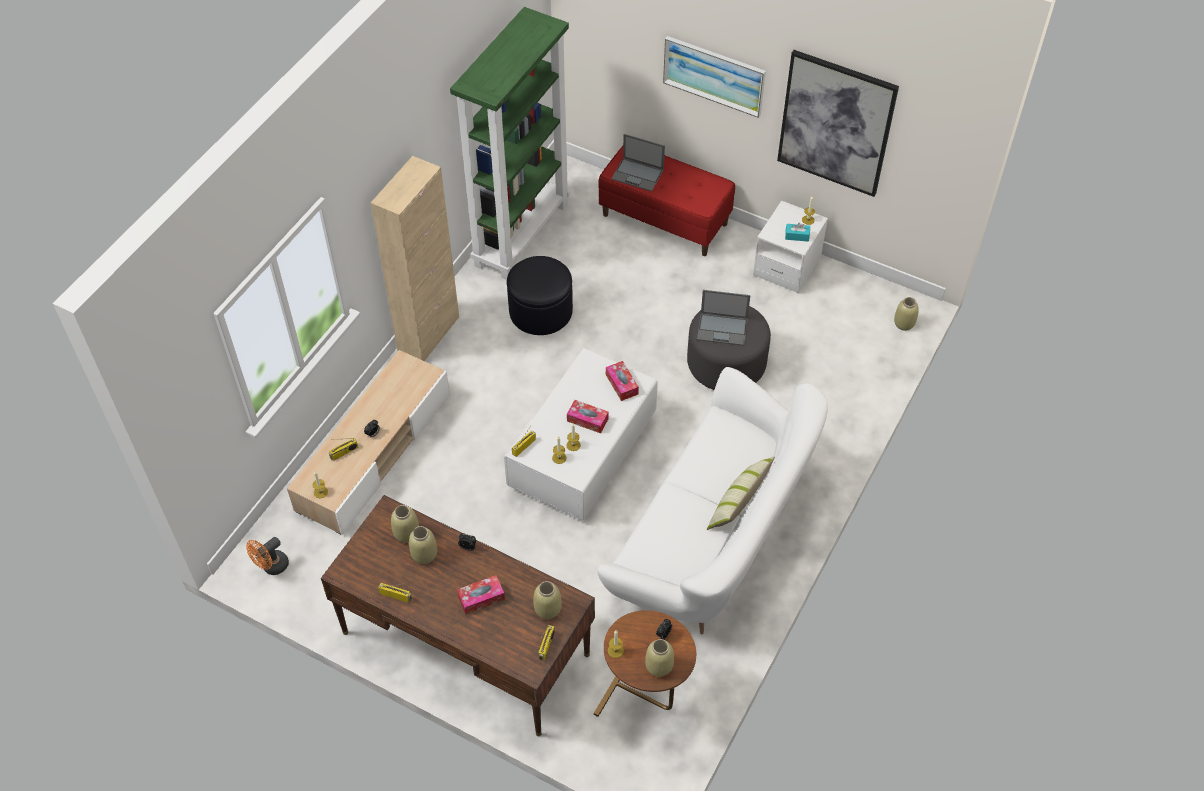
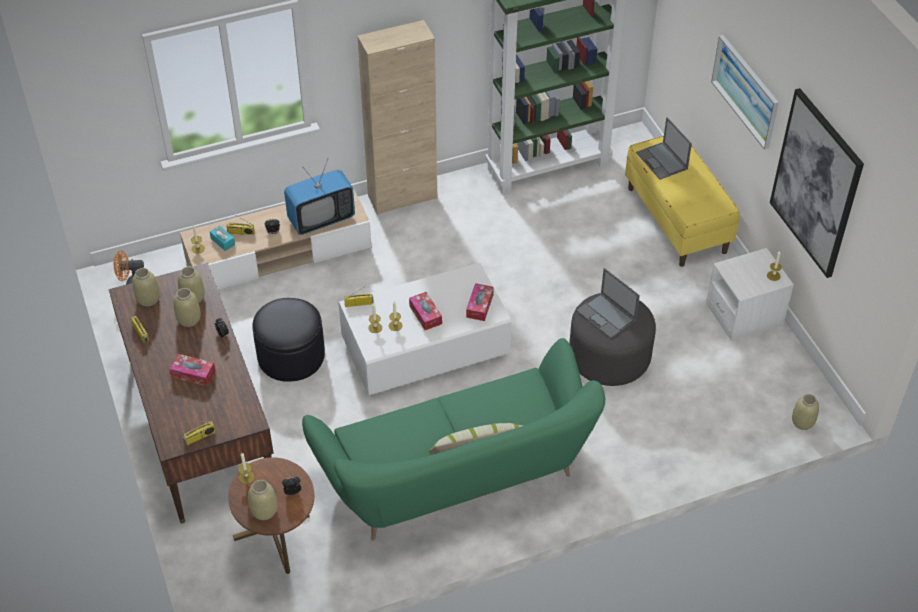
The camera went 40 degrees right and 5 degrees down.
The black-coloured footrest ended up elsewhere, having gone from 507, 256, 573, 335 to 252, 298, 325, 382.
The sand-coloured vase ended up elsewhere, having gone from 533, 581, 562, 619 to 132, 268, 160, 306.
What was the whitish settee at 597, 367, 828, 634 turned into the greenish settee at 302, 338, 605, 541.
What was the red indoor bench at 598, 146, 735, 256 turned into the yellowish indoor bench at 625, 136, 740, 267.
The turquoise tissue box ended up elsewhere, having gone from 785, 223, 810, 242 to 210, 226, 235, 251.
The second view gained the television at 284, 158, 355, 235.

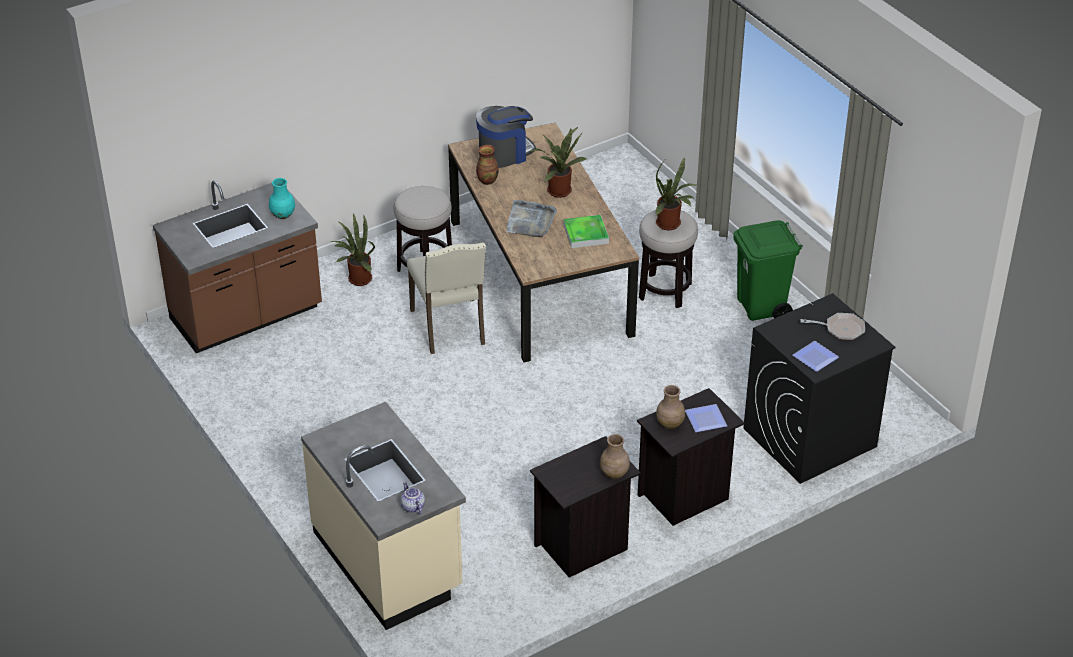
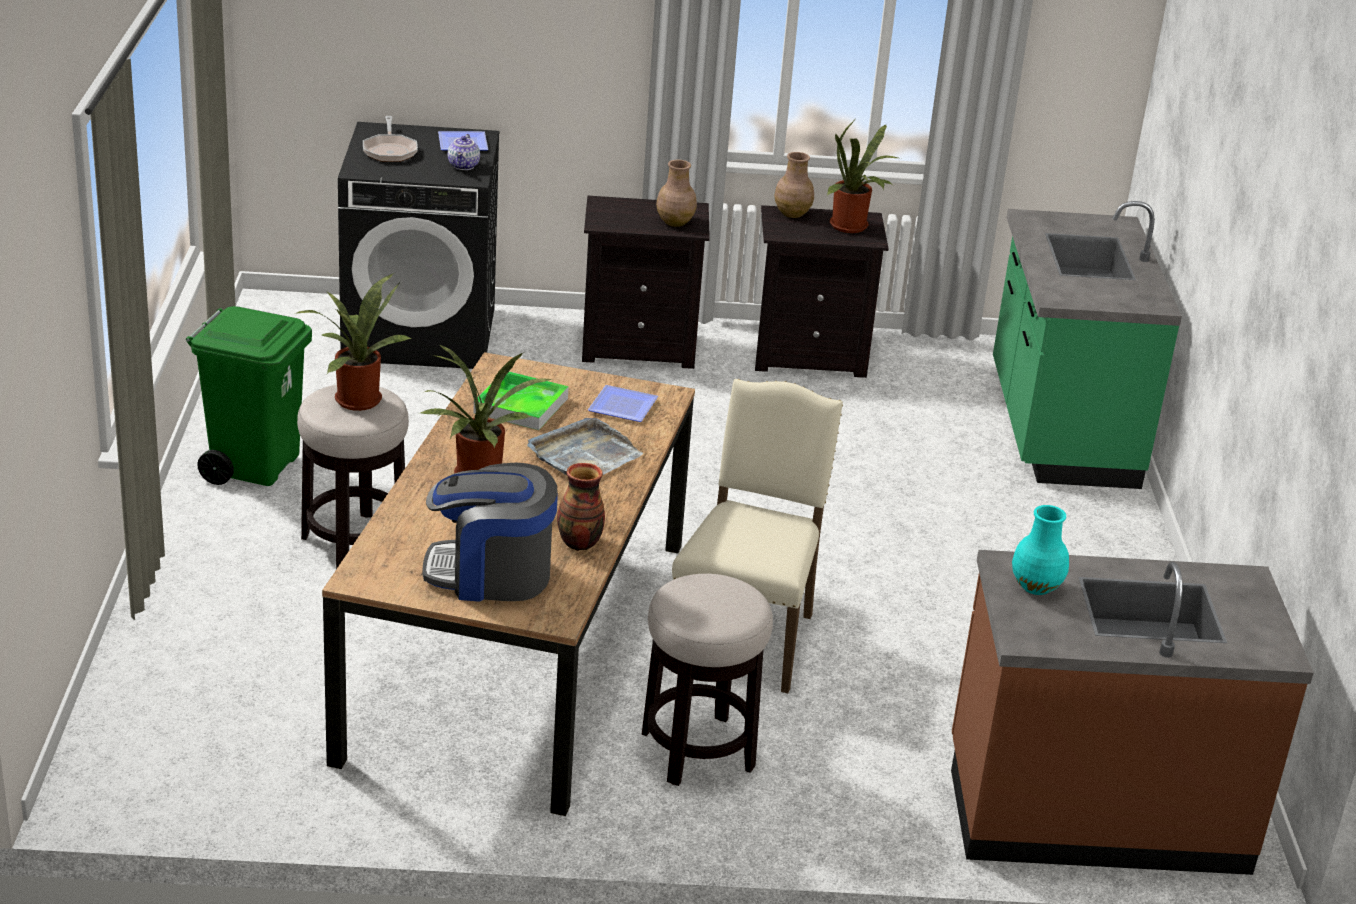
The camera went 150 degrees left and 10 degrees down.
What was the sand-coloured kitchen counter at 301, 401, 466, 630 turned into the greenish kitchen counter at 993, 201, 1182, 489.
The plant in a pot ended up elsewhere, having gone from 330, 214, 375, 286 to 827, 121, 898, 233.
The tea pot ended up elsewhere, having gone from 400, 481, 425, 514 to 448, 134, 480, 170.
The dinner plate ended up elsewhere, having gone from 685, 404, 727, 432 to 588, 385, 658, 422.
The skillet at 800, 313, 865, 340 ended up facing another way, 135 degrees counterclockwise from before.

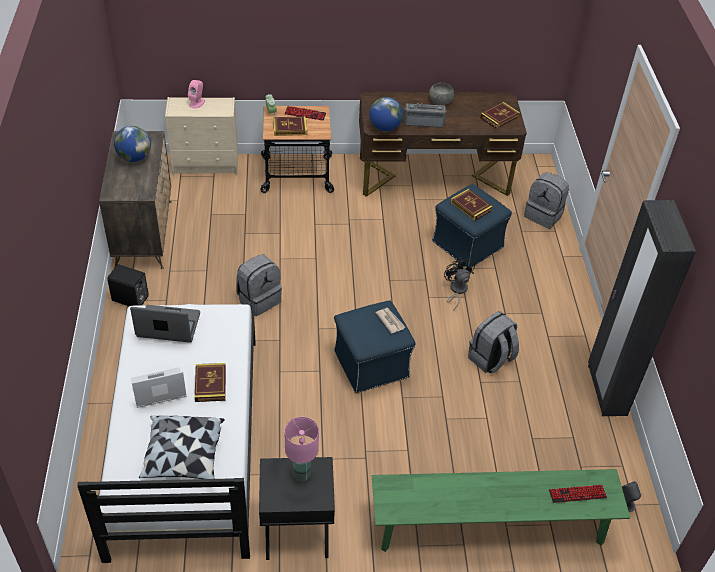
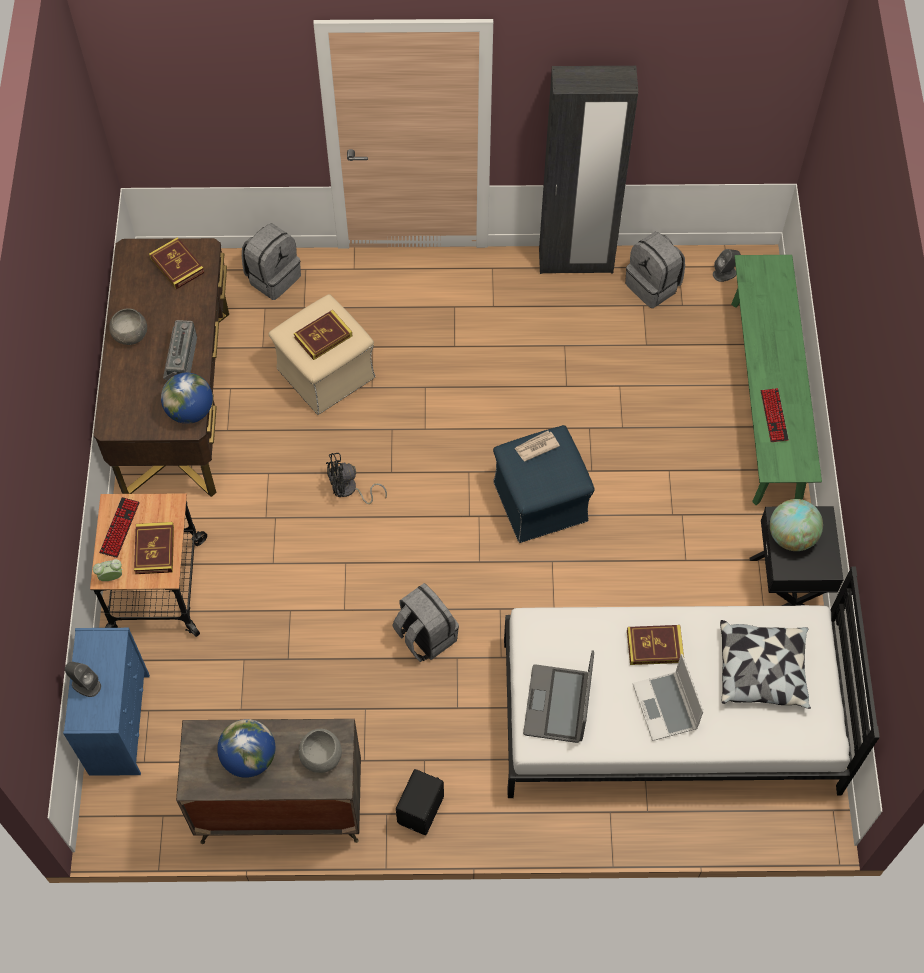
The camera went 85 degrees left and 15 degrees up.
What was the sand-coloured dresser at 165, 97, 238, 176 turned into the blue-coloured dresser at 63, 628, 150, 776.
What was the pinkish speaker at 188, 80, 205, 109 turned into the gray speaker at 65, 661, 101, 697.
Where the pinkish table lamp stood at 285, 417, 319, 482, the desk globe came to stand at 770, 499, 823, 551.
What was the blue-coloured footrest at 432, 184, 512, 268 turned into the sand-coloured footrest at 269, 294, 376, 415.
The black-coloured electric fan ended up elsewhere, having gone from 444, 257, 475, 311 to 326, 453, 387, 504.
The gray rucksack ended up elsewhere, having gone from 468, 311, 519, 374 to 625, 231, 685, 308.
The computer keyboard ended up elsewhere, having gone from 549, 485, 607, 503 to 761, 388, 789, 442.
The second view gained the gray serving bowl at 299, 729, 342, 773.

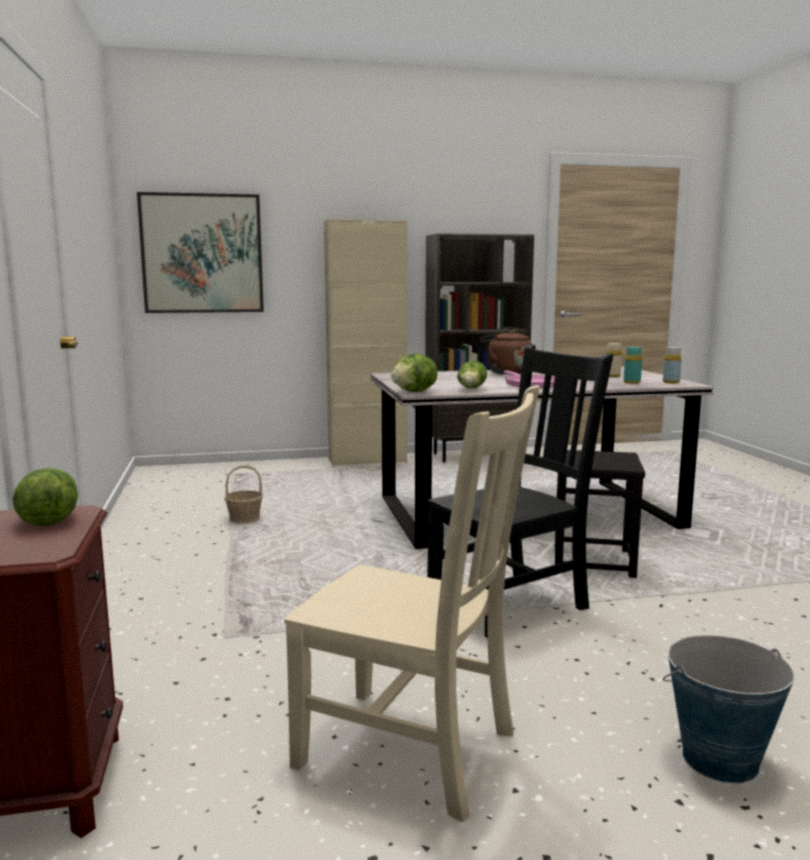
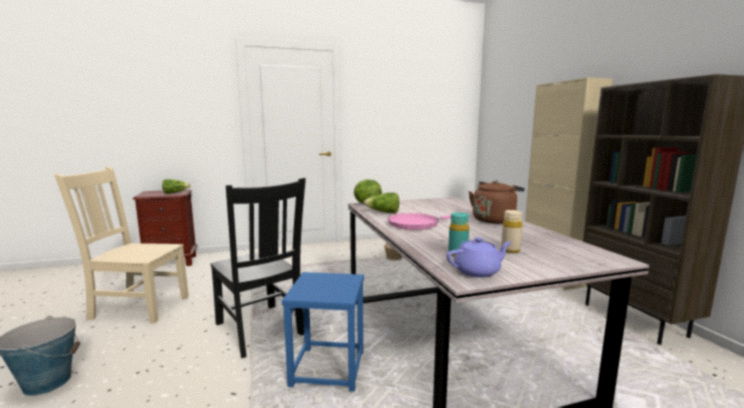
The camera went 85 degrees right and 0 degrees up.
The second view lost the picture at 137, 192, 264, 313.
The sand-coloured chair at 284, 385, 540, 823 ended up facing another way, 75 degrees clockwise from before.
What was the black-coloured stool at 555, 450, 645, 578 turned into the blue-coloured stool at 282, 272, 364, 392.
Where the yellowish beverage bottle stood at 663, 347, 682, 383, the purplish tea pot came to stand at 447, 237, 512, 278.

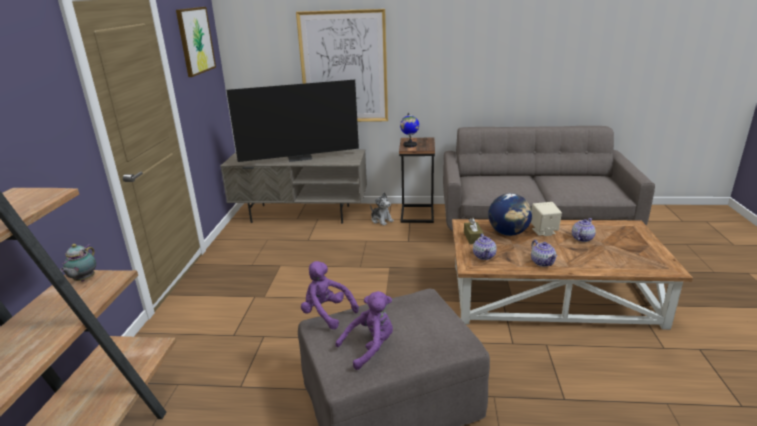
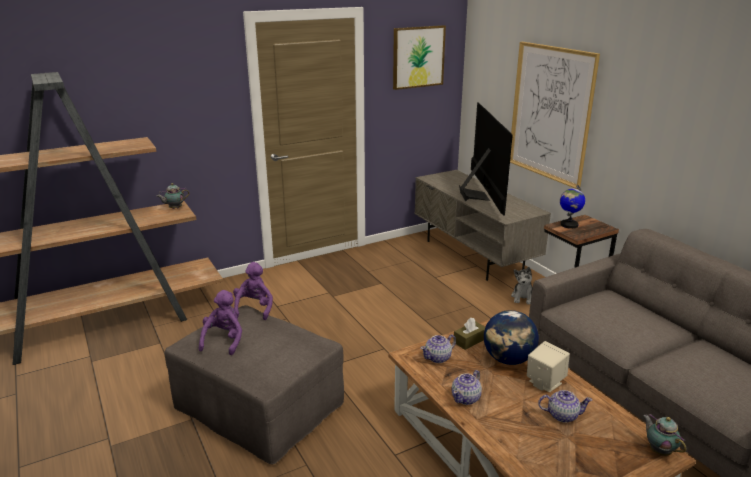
The camera went 55 degrees right and 0 degrees up.
The television at 226, 80, 359, 162 ended up facing another way, 135 degrees counterclockwise from before.
The purplish plush toy at 335, 291, 393, 370 ended up facing another way, 105 degrees counterclockwise from before.
The second view gained the tea pot at 643, 414, 686, 456.

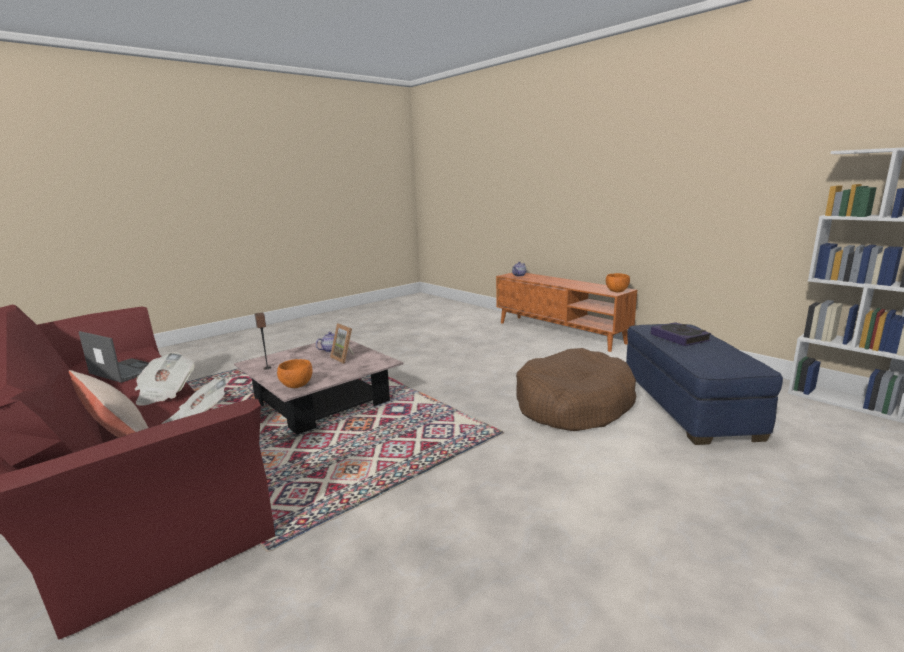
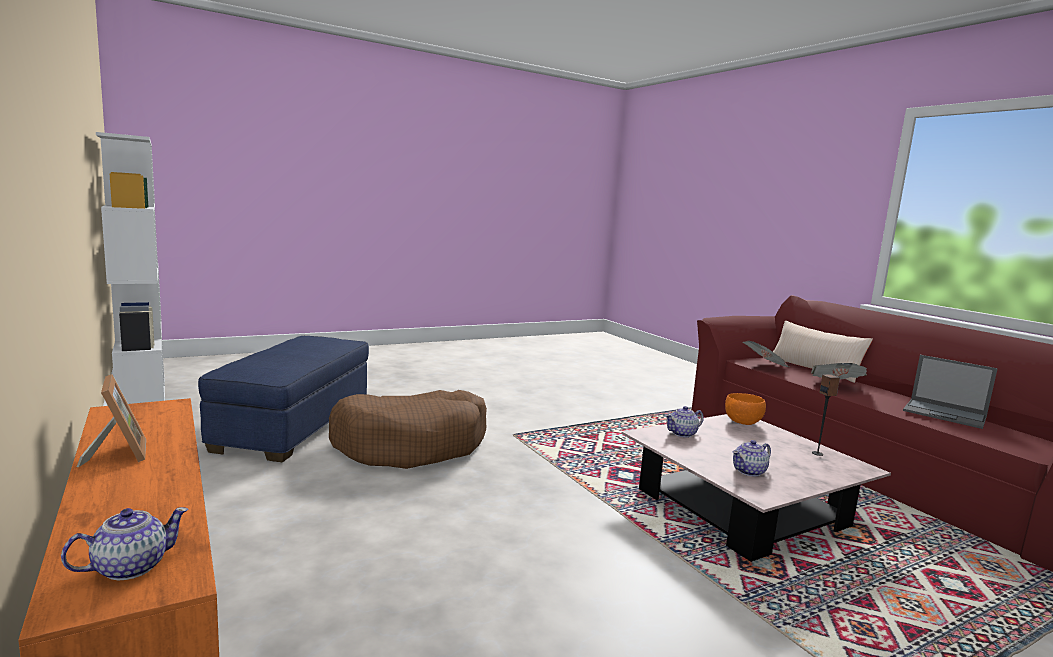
The camera went 170 degrees left and 5 degrees down.
The photo frame ended up elsewhere, having gone from 330, 324, 354, 364 to 77, 374, 146, 467.
The second view lost the orangey serving bowl at 606, 273, 630, 293.
The second view lost the book at 651, 322, 711, 346.
The second view gained the tea pot at 665, 406, 704, 438.

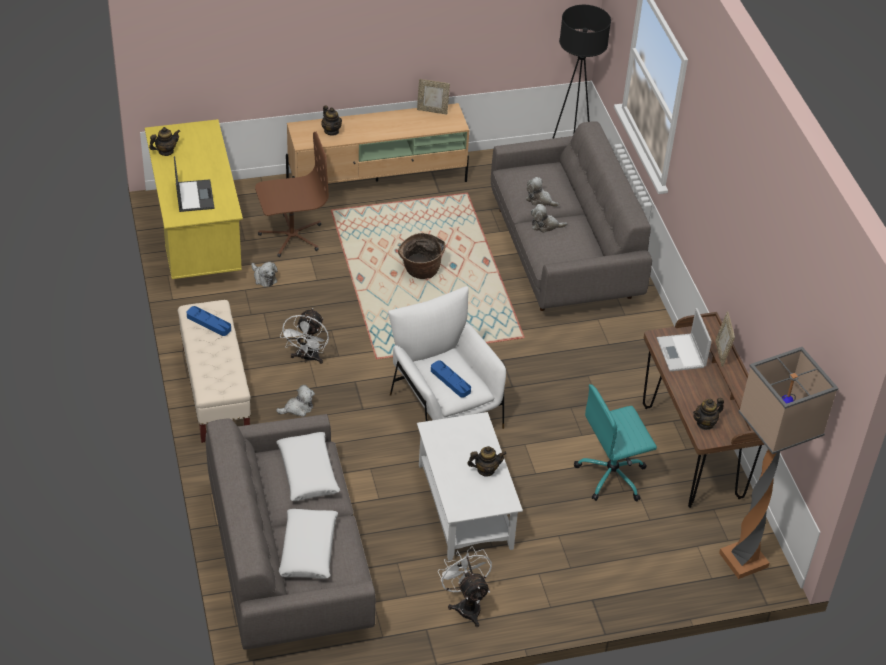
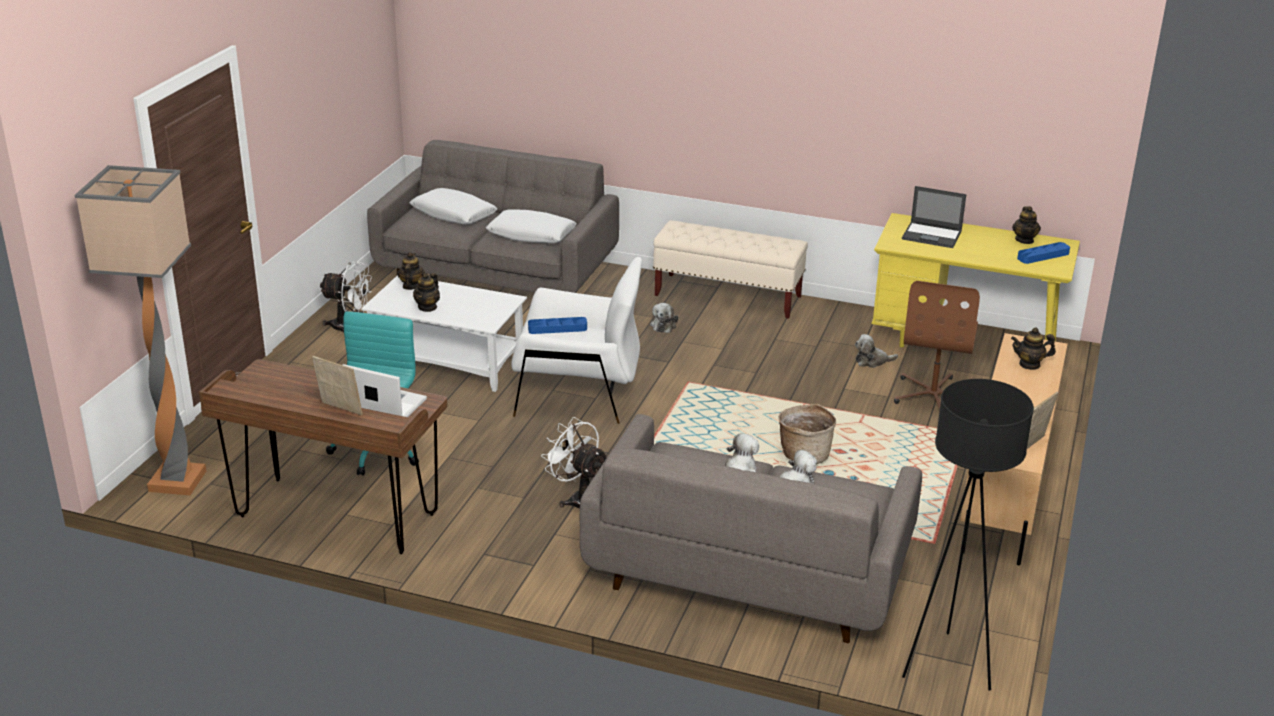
The camera went 125 degrees right and 15 degrees down.
The blue-coloured carrying tray ended up elsewhere, having gone from 187, 306, 231, 336 to 1017, 242, 1070, 264.
The whitish electric fan ended up elsewhere, having gone from 280, 308, 329, 364 to 541, 417, 606, 508.
The tea pot ended up elsewhere, having gone from 693, 398, 724, 430 to 397, 252, 425, 290.

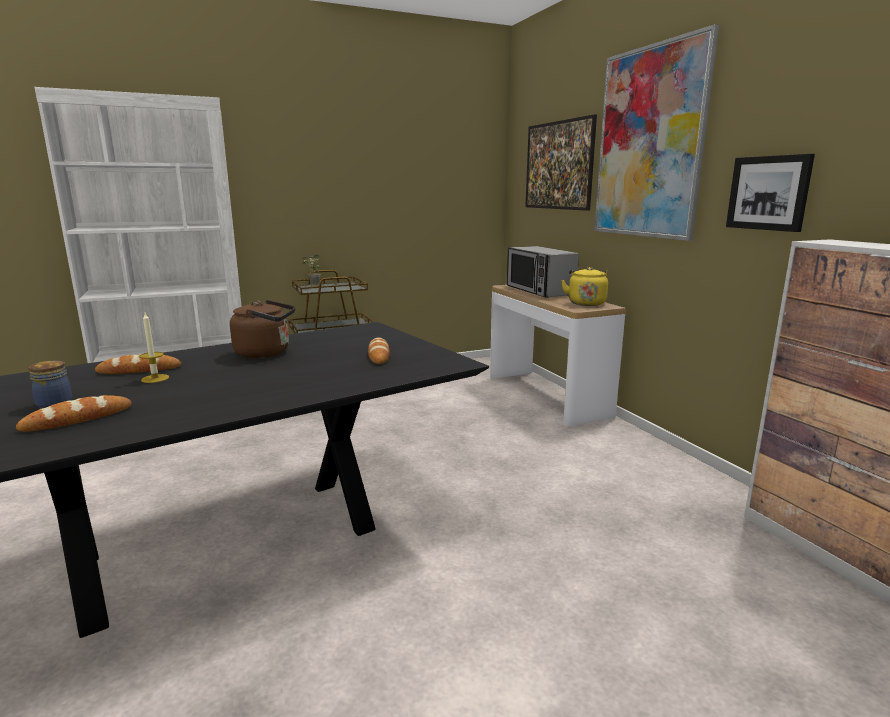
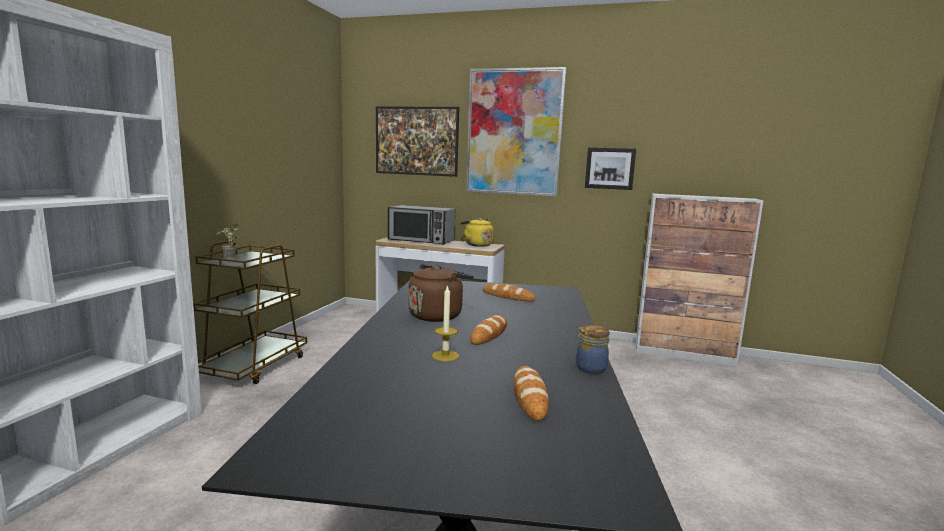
The camera went 50 degrees left and 5 degrees down.
The storage jar ended up elsewhere, having gone from 29, 361, 72, 409 to 576, 325, 610, 374.
The bread ended up elsewhere, having gone from 95, 354, 181, 374 to 470, 315, 507, 345.

